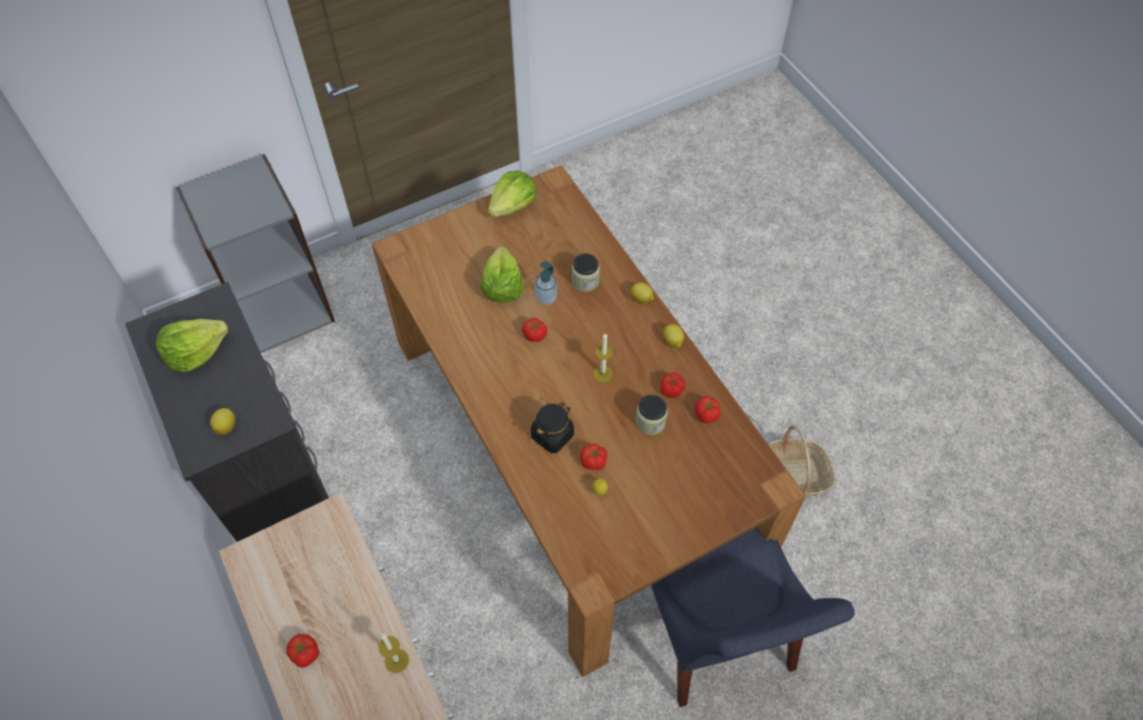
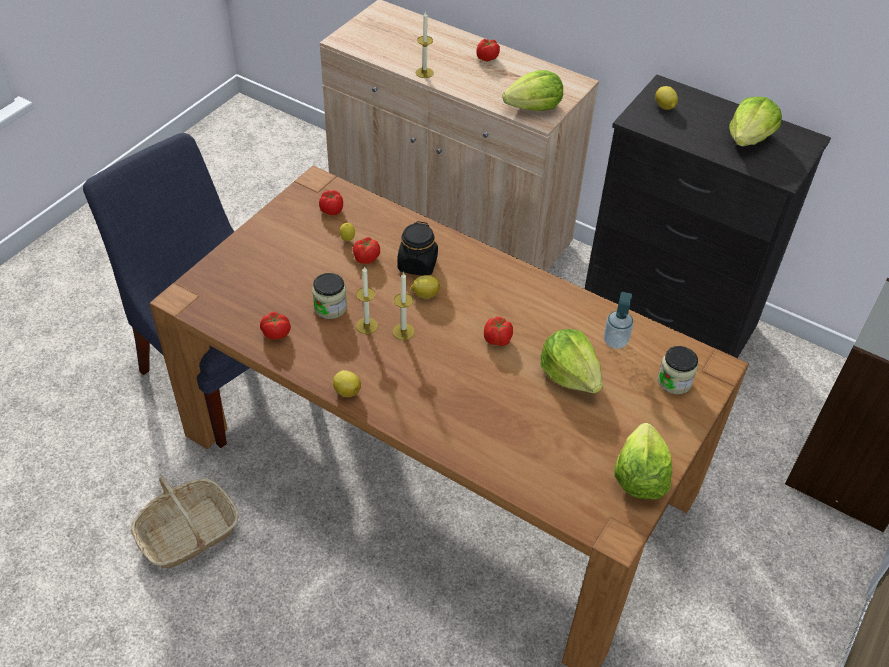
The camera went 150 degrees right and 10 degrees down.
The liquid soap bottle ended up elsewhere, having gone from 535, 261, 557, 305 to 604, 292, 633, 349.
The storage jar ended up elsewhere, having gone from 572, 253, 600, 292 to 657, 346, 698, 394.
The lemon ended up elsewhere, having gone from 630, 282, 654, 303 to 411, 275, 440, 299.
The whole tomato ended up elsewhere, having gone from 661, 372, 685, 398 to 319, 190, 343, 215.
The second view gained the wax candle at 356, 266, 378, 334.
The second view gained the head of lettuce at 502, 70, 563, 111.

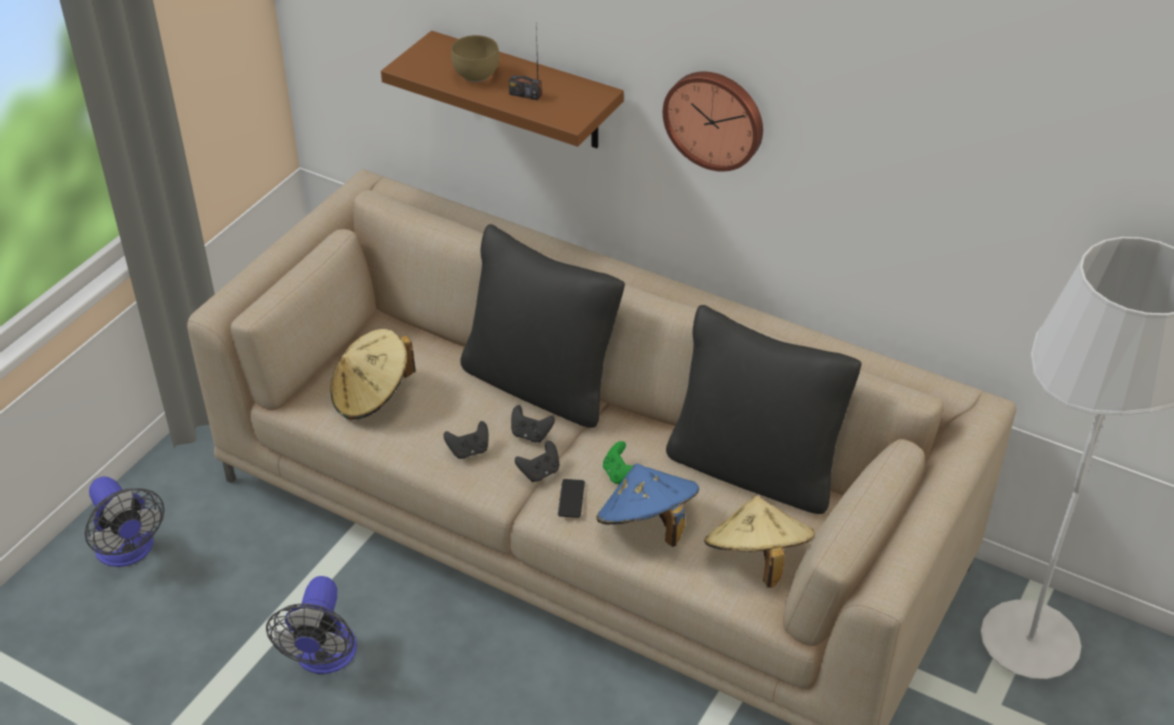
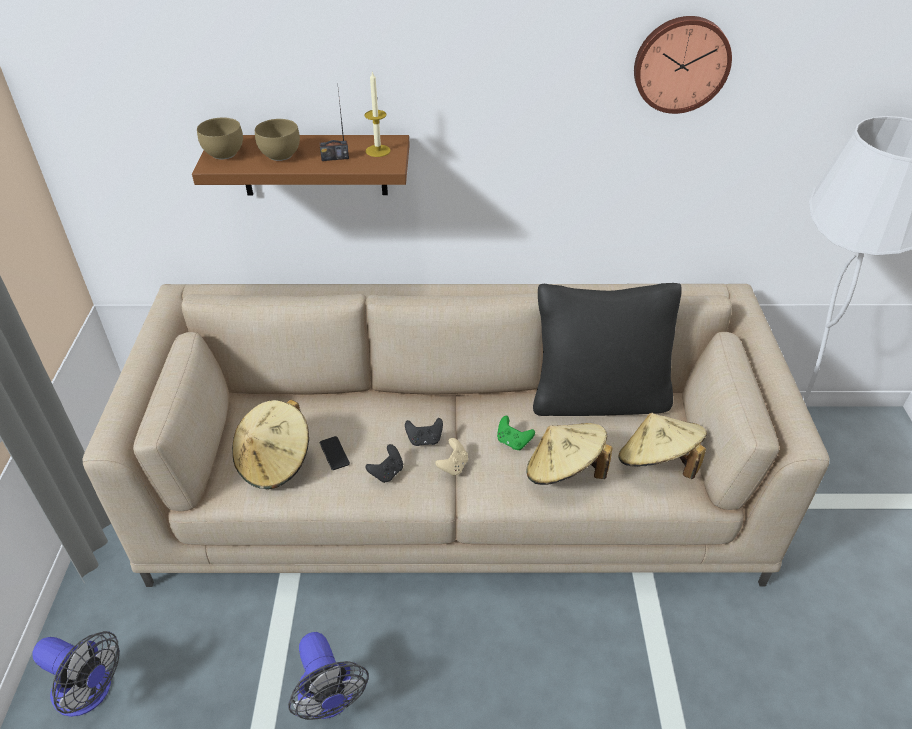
The camera went 30 degrees left and 0 degrees up.
The second view lost the black-coloured pillow at 460, 224, 625, 428.
What was the black-coloured game controller at 515, 441, 560, 482 turned into the sand-coloured game controller at 435, 438, 468, 476.
The handset ended up elsewhere, having gone from 558, 479, 585, 518 to 319, 436, 350, 470.
What was the blue-coloured clothing hat at 596, 464, 699, 547 turned into the sand-coloured clothing hat at 526, 423, 613, 485.
The hanging clock ended up elsewhere, having gone from 663, 71, 763, 172 to 634, 16, 732, 114.
The second view gained the brown serving bowl at 197, 117, 243, 160.
The second view gained the wax candle at 365, 71, 391, 157.

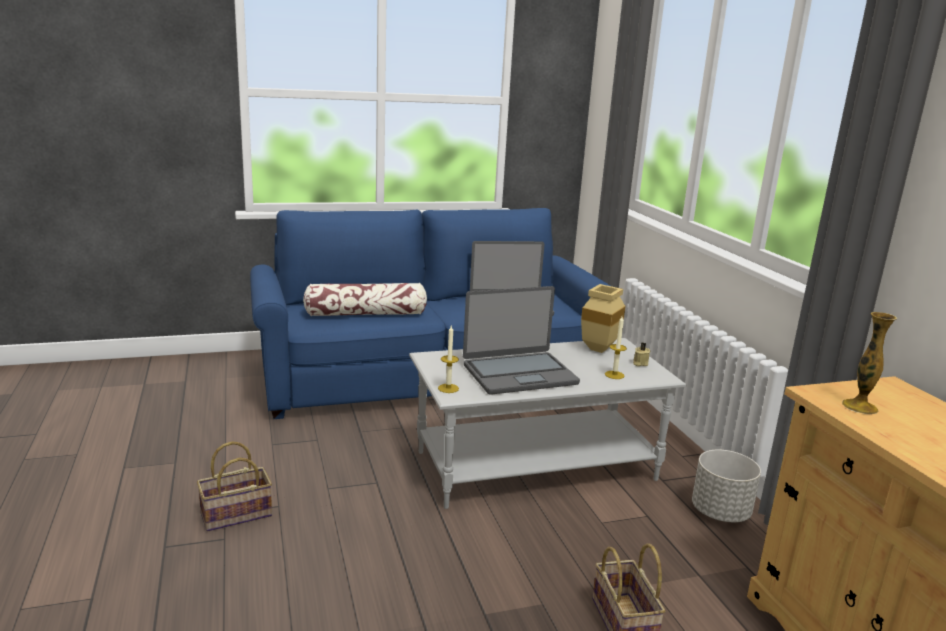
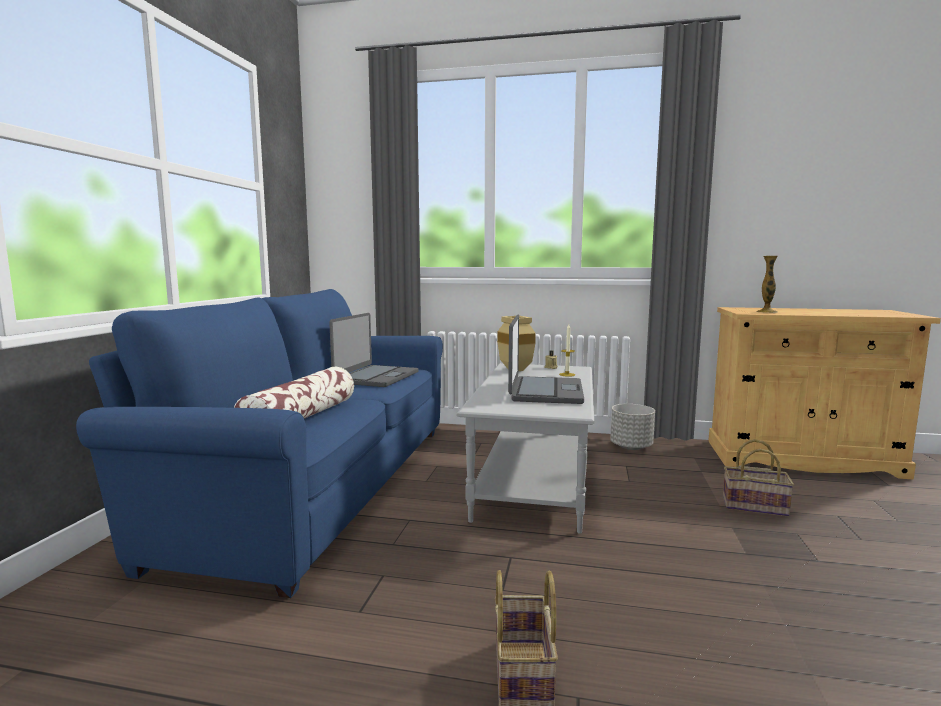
The camera went 60 degrees left and 10 degrees down.
The second view lost the wax candle at 438, 326, 459, 393.

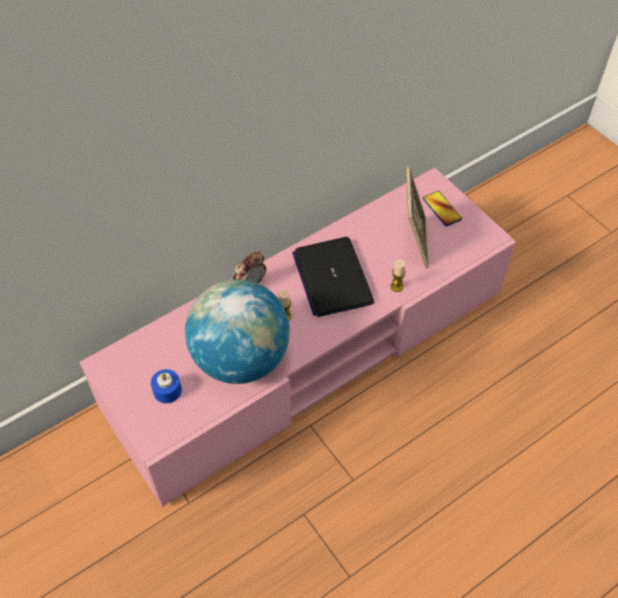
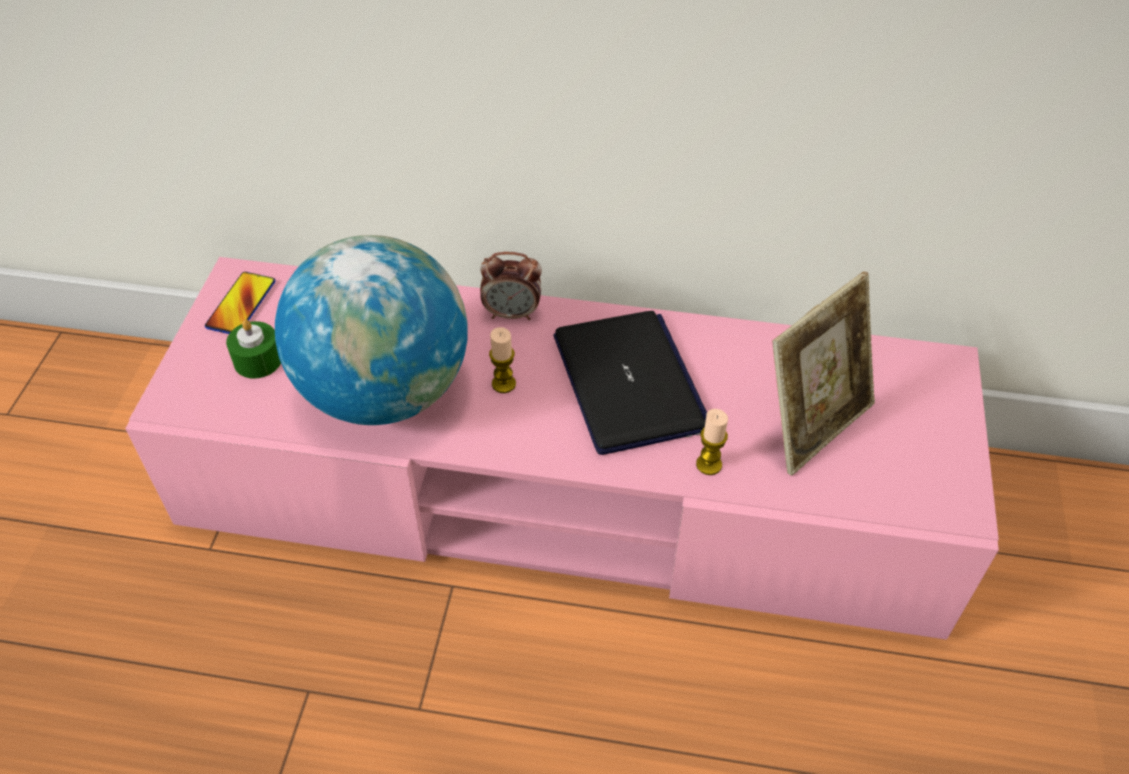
The camera went 45 degrees right and 5 degrees down.
What was the blue-coloured wax candle at 151, 369, 182, 403 turned into the greenish wax candle at 226, 320, 281, 379.
The portable computer at 292, 237, 374, 317 ended up facing another way, 135 degrees clockwise from before.
The handset ended up elsewhere, having gone from 423, 191, 462, 227 to 205, 272, 275, 334.

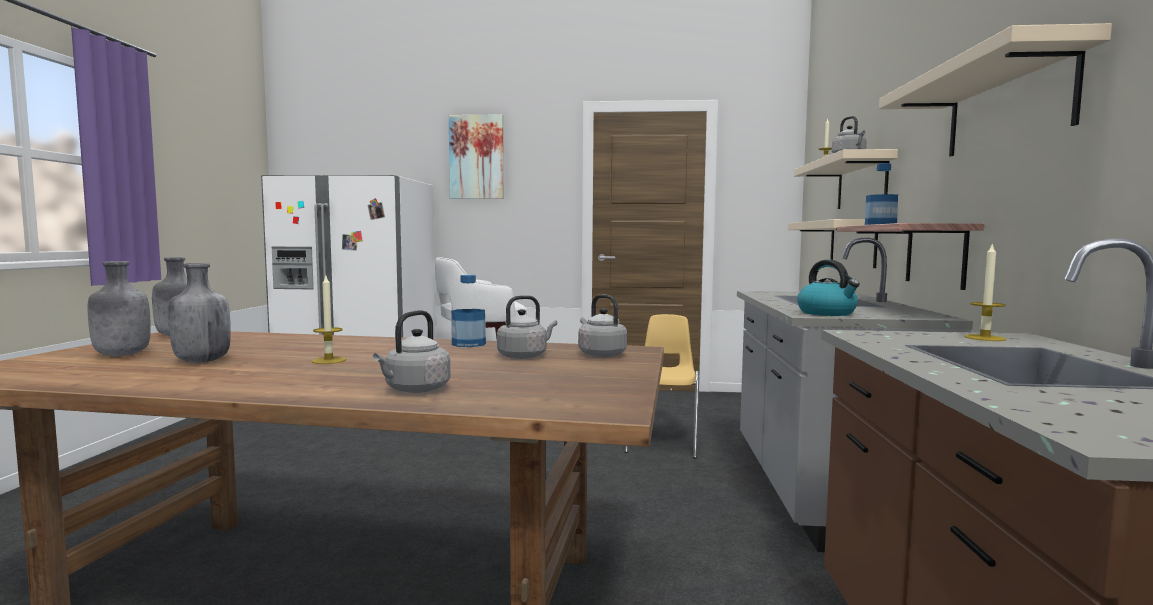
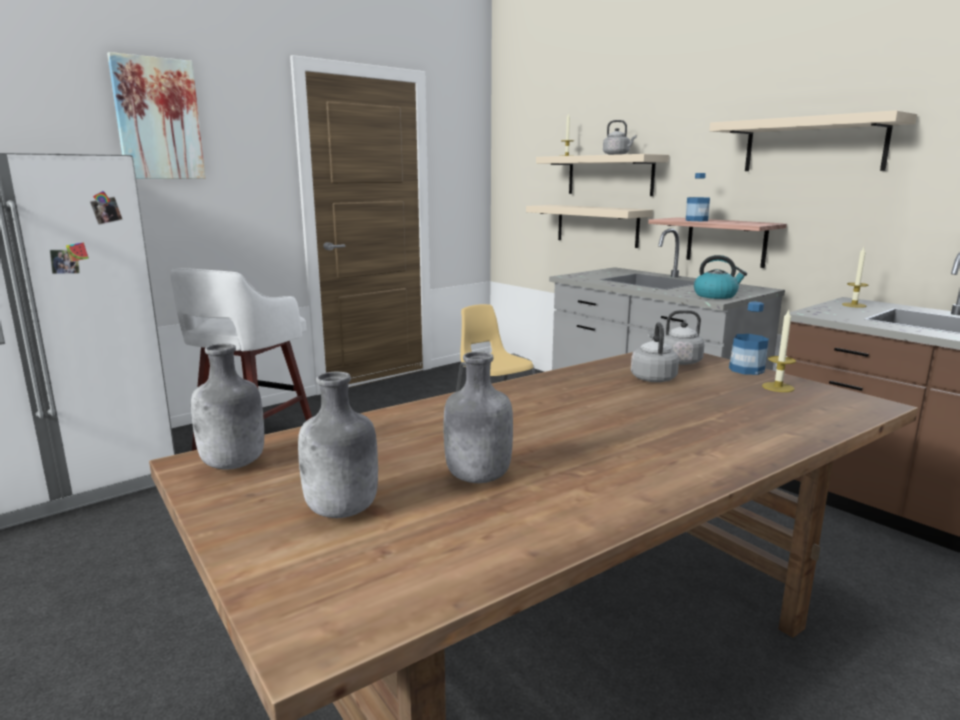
The camera went 45 degrees left and 10 degrees up.
The wax candle ended up elsewhere, having gone from 312, 276, 346, 364 to 762, 309, 796, 392.
The second view lost the gray tea kettle at 373, 310, 450, 393.
The beverage bottle ended up elsewhere, having gone from 451, 275, 486, 347 to 729, 302, 769, 375.

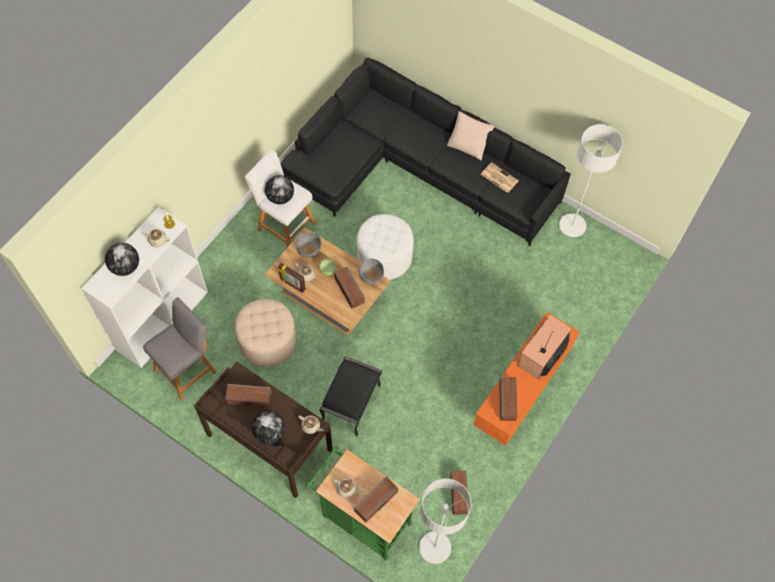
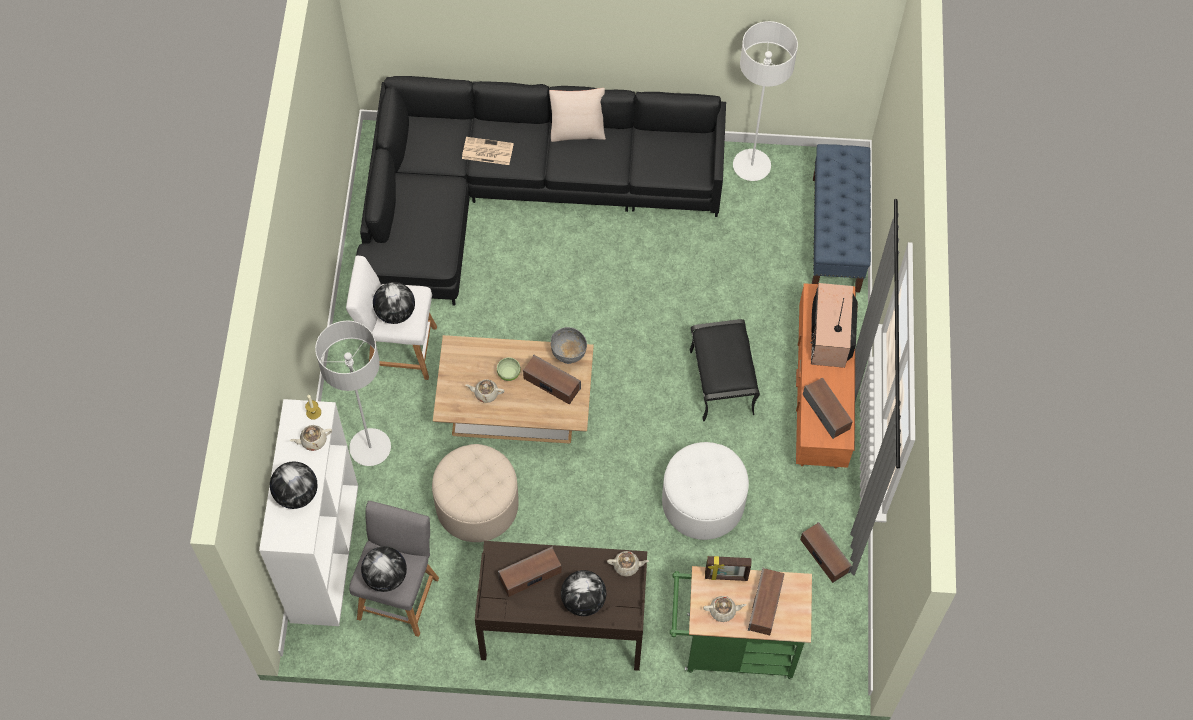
The camera went 30 degrees left and 0 degrees up.
The photo frame ended up elsewhere, having gone from 278, 263, 306, 293 to 705, 556, 751, 581.
The second view lost the gray serving bowl at 296, 233, 321, 258.
The black-coloured footrest ended up elsewhere, having gone from 319, 356, 382, 437 to 690, 319, 760, 422.
The whitish footrest ended up elsewhere, having gone from 357, 214, 414, 280 to 662, 442, 749, 540.
The gray standing lamp ended up elsewhere, having gone from 419, 479, 471, 564 to 315, 320, 391, 466.
The newspaper ended up elsewhere, having gone from 481, 162, 519, 193 to 462, 137, 514, 165.
The second view gained the desk globe at 361, 546, 407, 592.
The second view gained the blue-coloured indoor bench at 812, 144, 871, 292.

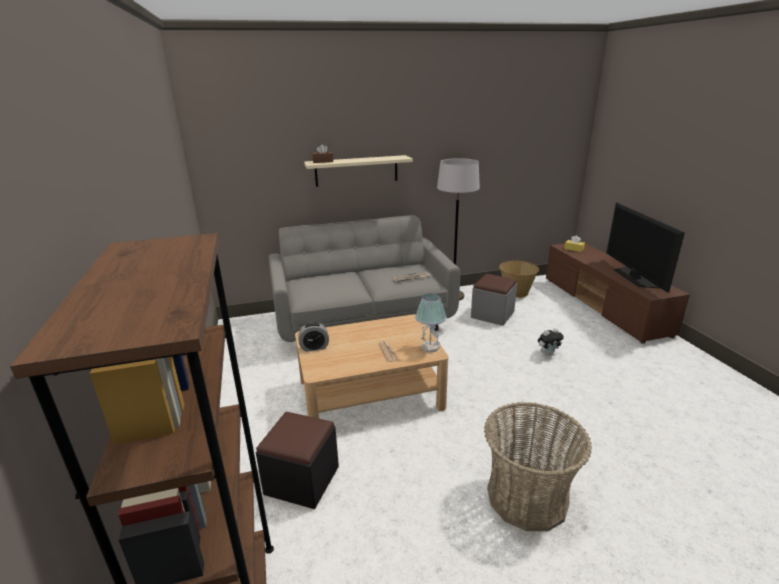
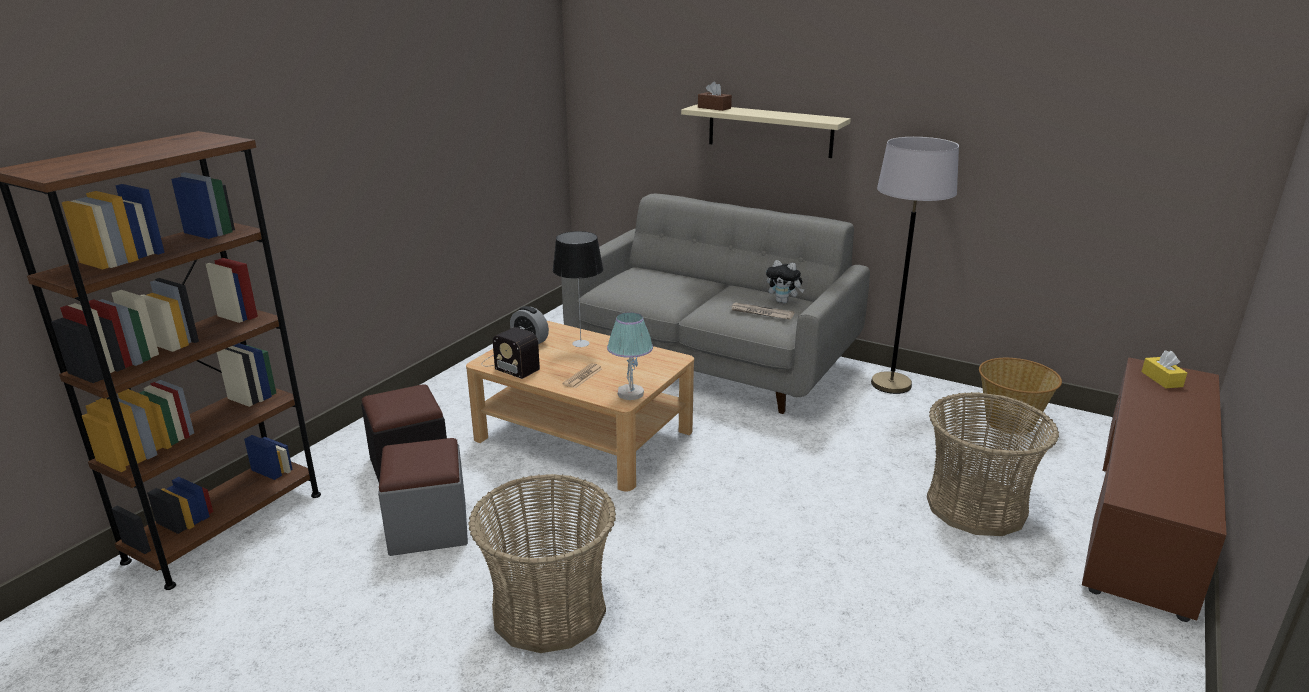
The camera went 45 degrees right and 0 degrees up.
The gray footrest ended up elsewhere, having gone from 471, 274, 517, 326 to 378, 438, 468, 556.
The plush toy ended up elsewhere, having gone from 538, 328, 564, 356 to 766, 260, 804, 303.
The second view lost the television at 606, 202, 685, 293.
The second view gained the radio at 482, 327, 540, 379.
The second view gained the table lamp at 553, 231, 603, 347.
The second view gained the basket at 927, 392, 1059, 536.

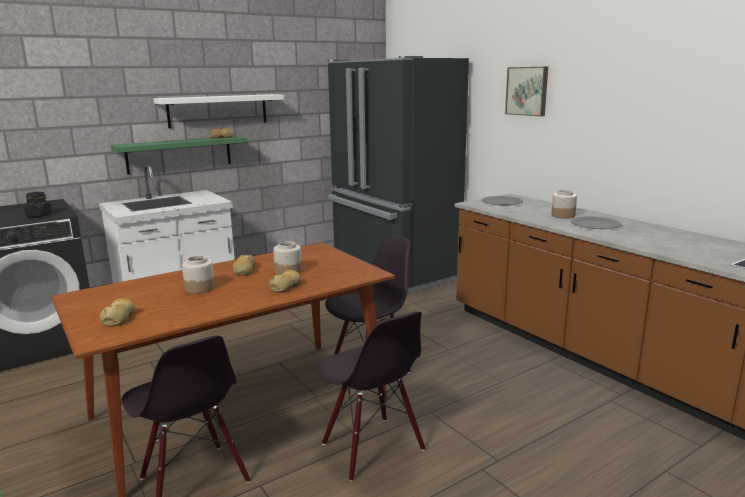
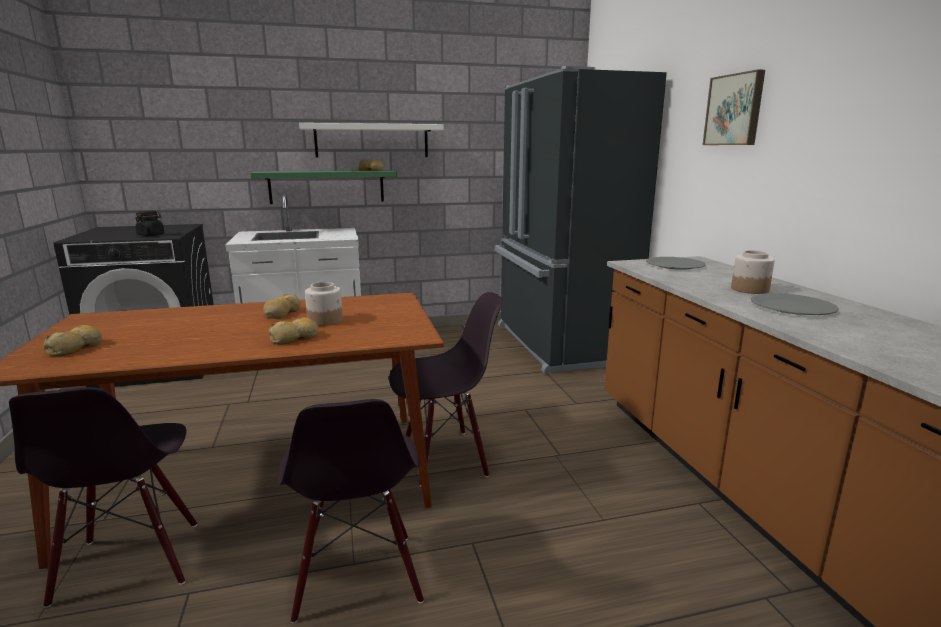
The camera went 20 degrees right and 0 degrees up.
The second view lost the storage jar at 182, 256, 215, 294.

